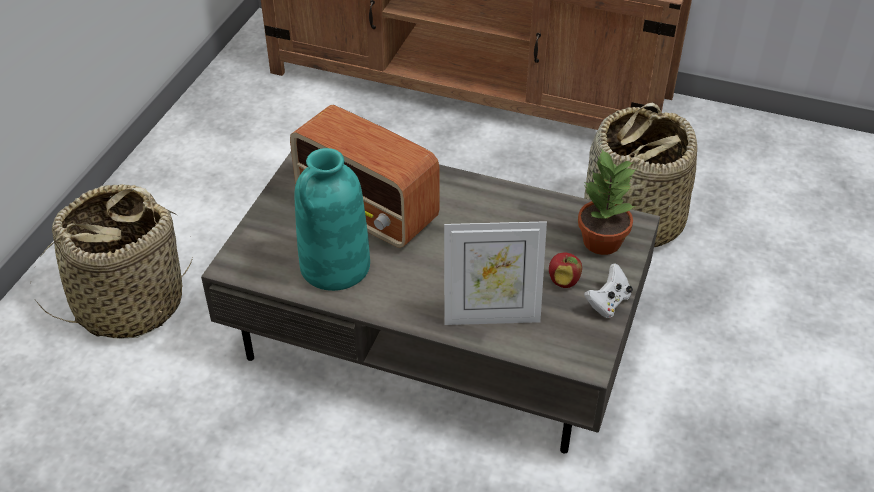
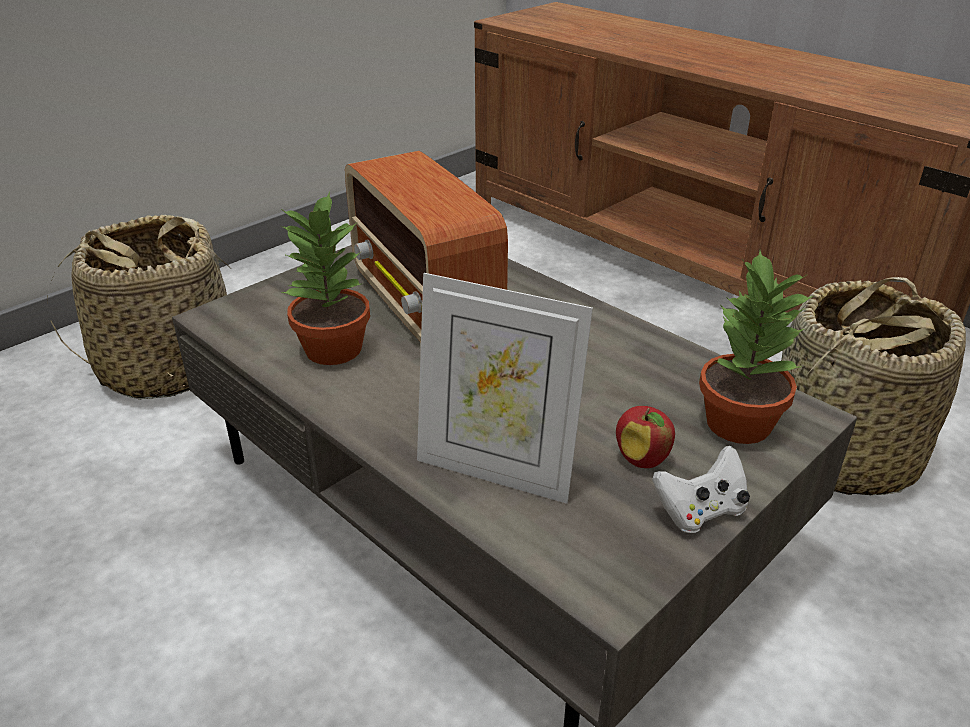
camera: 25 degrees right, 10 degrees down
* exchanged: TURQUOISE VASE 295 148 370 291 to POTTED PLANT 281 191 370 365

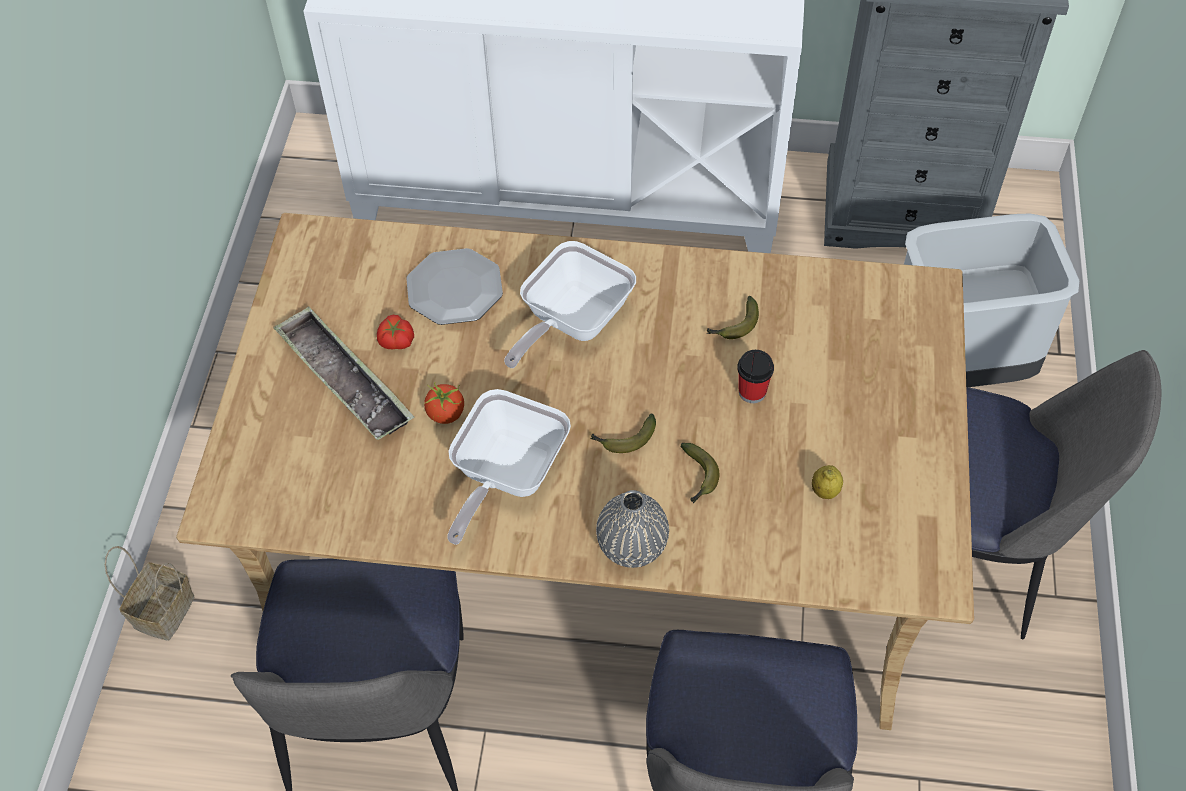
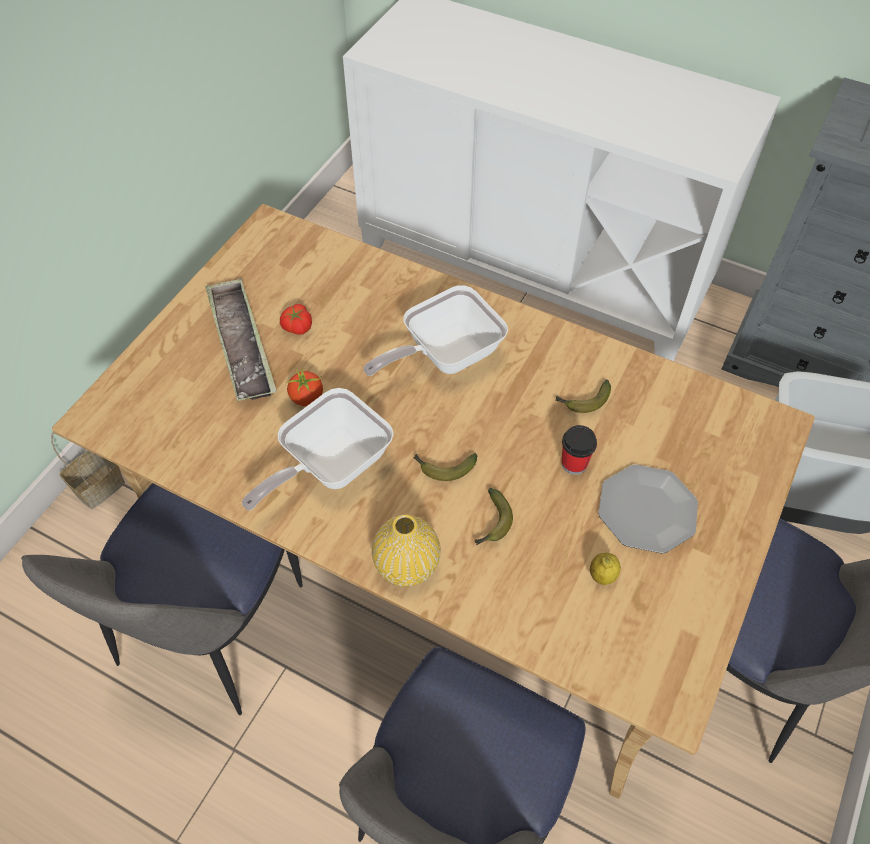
camera: 20 degrees right, 0 degrees up
* relocated: PLATE 406 248 503 325 to 598 464 698 554
* colour: GREY VASE 596 490 669 568 to YELLOW VASE 372 514 441 586

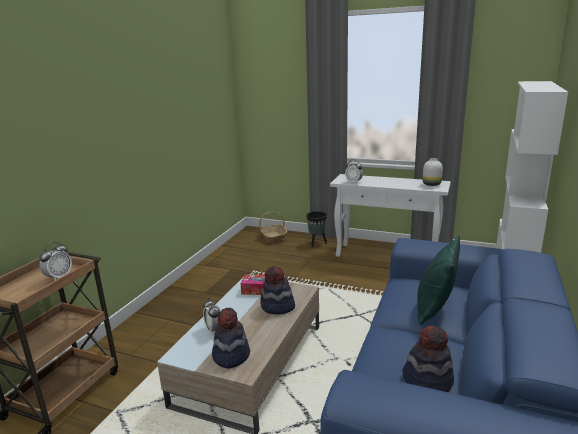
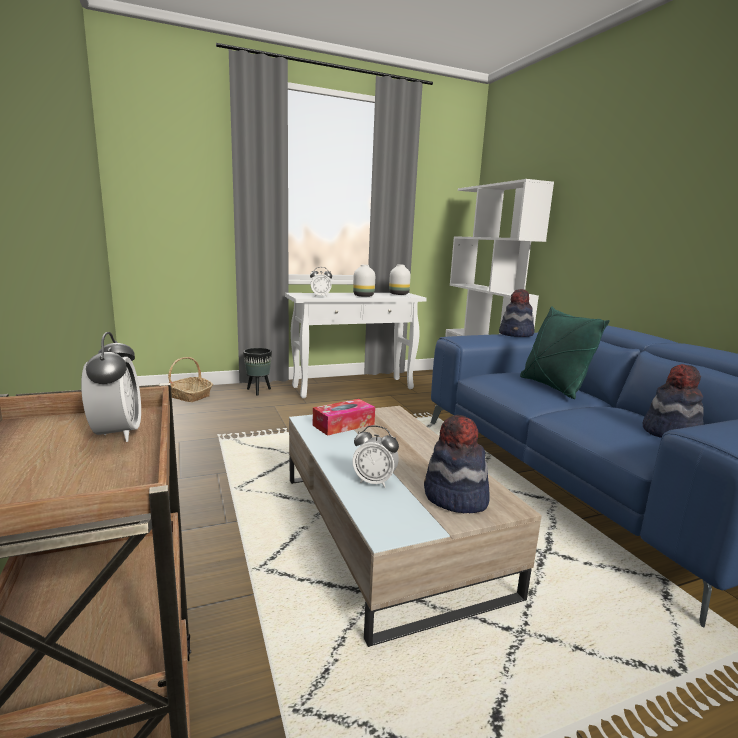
camera: 45 degrees left, 5 degrees down
* appeared: WHITE VASE 353 265 375 297
* relocated: HAT 260 266 295 314 to 499 289 534 337

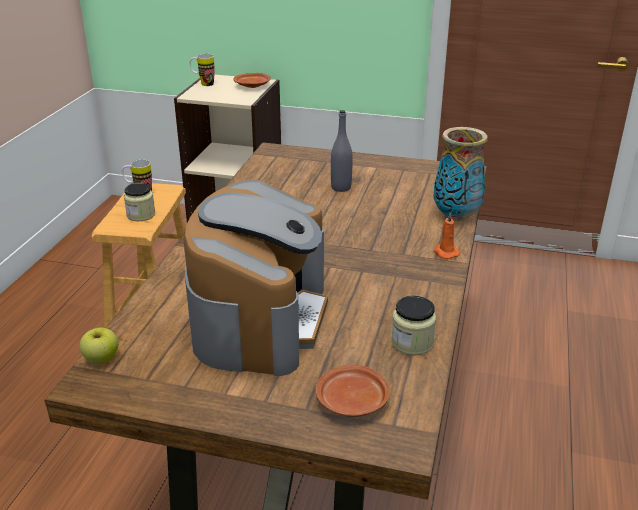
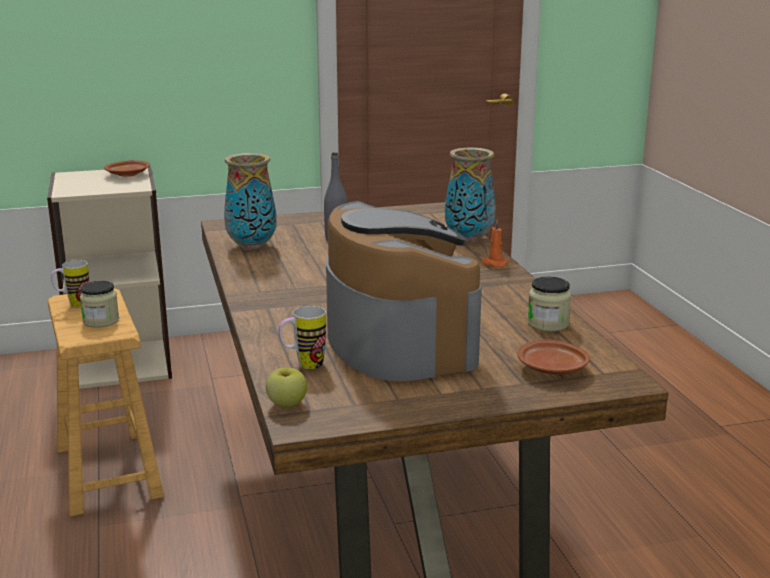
camera: 30 degrees left, 10 degrees down
* appeared: VASE 224 153 277 250
* relocated: MUG 190 54 215 86 to 278 306 326 369

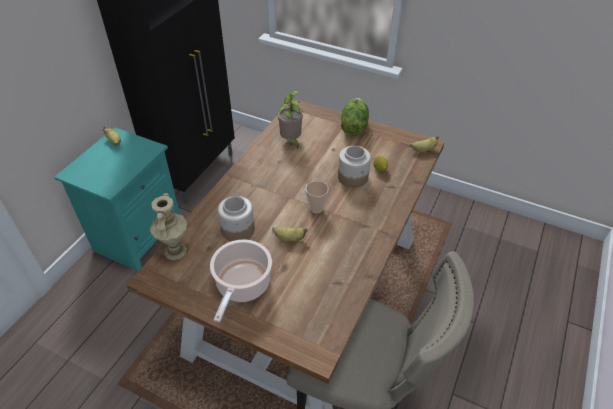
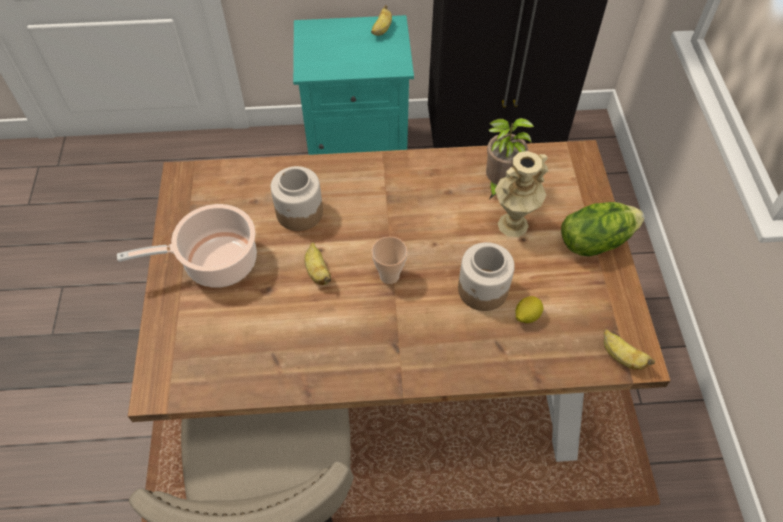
camera: 60 degrees right, 10 degrees up
* relocated: BEIGE VASE 150 193 187 260 to 495 151 548 237

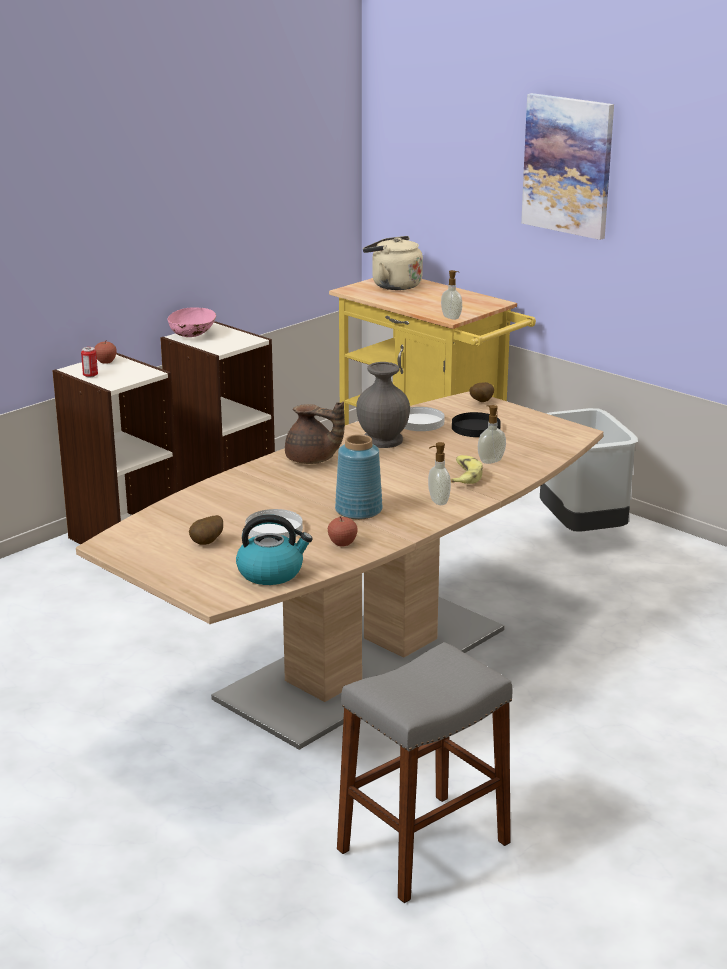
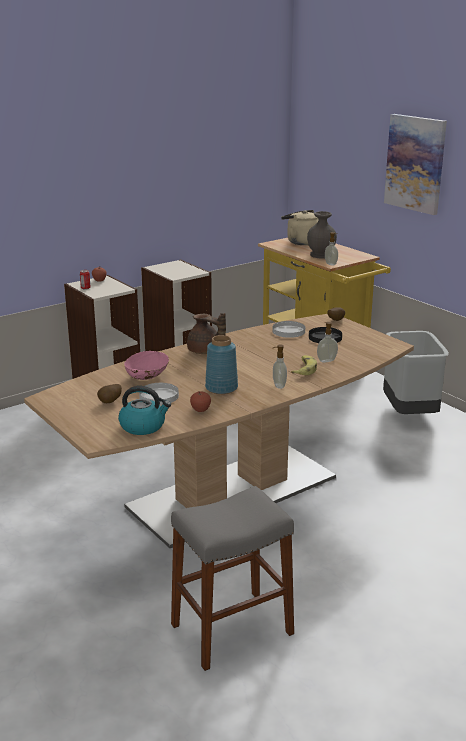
camera: 10 degrees right, 0 degrees up
* relocated: PINK BOWL 167 307 216 337 to 124 351 169 380
* relocated: GREY VASE 356 362 410 448 to 307 211 337 258

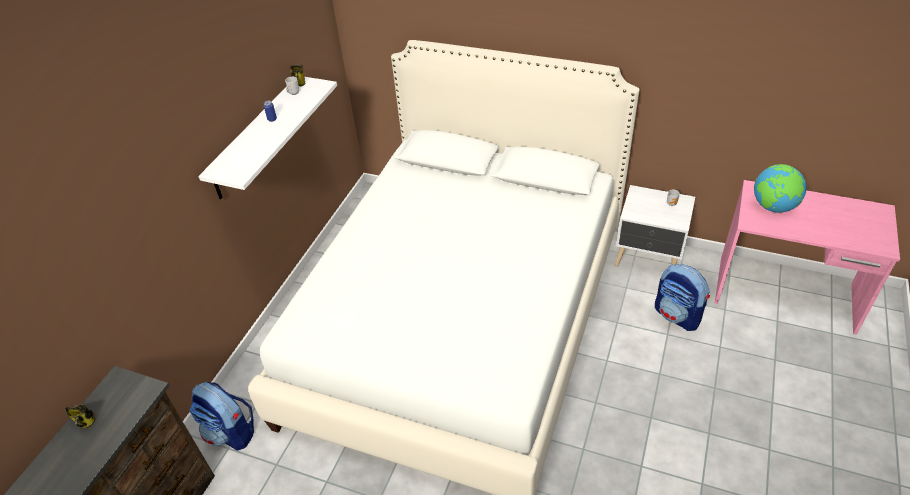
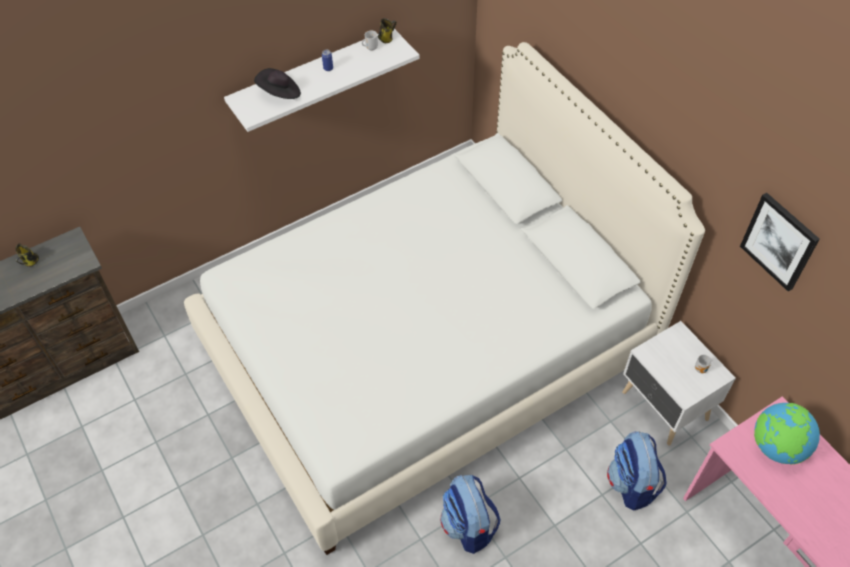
camera: 35 degrees right, 10 degrees up
* appeared: BLACK HAT 254 68 301 99
* appeared: PICTURE 740 193 820 292
* relocated: BACKPACK 190 382 254 451 to 441 475 501 554

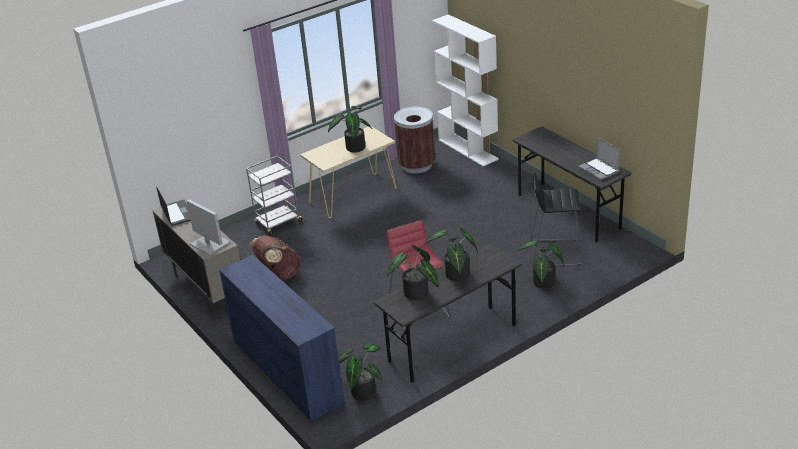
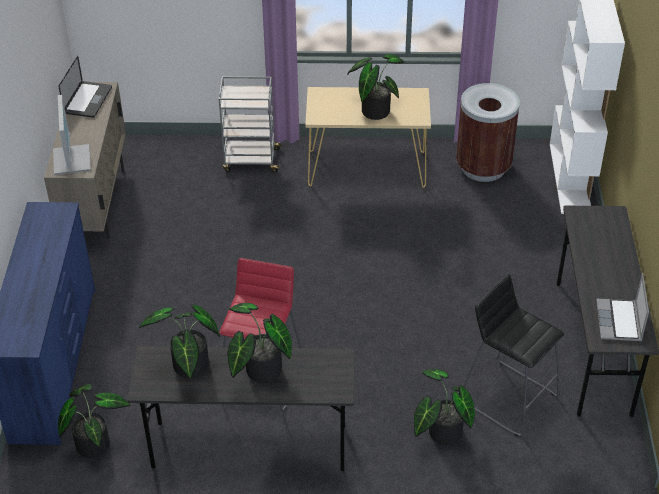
camera: 35 degrees right, 10 degrees up
* missing: BROWN BACKPACK 249 236 300 280

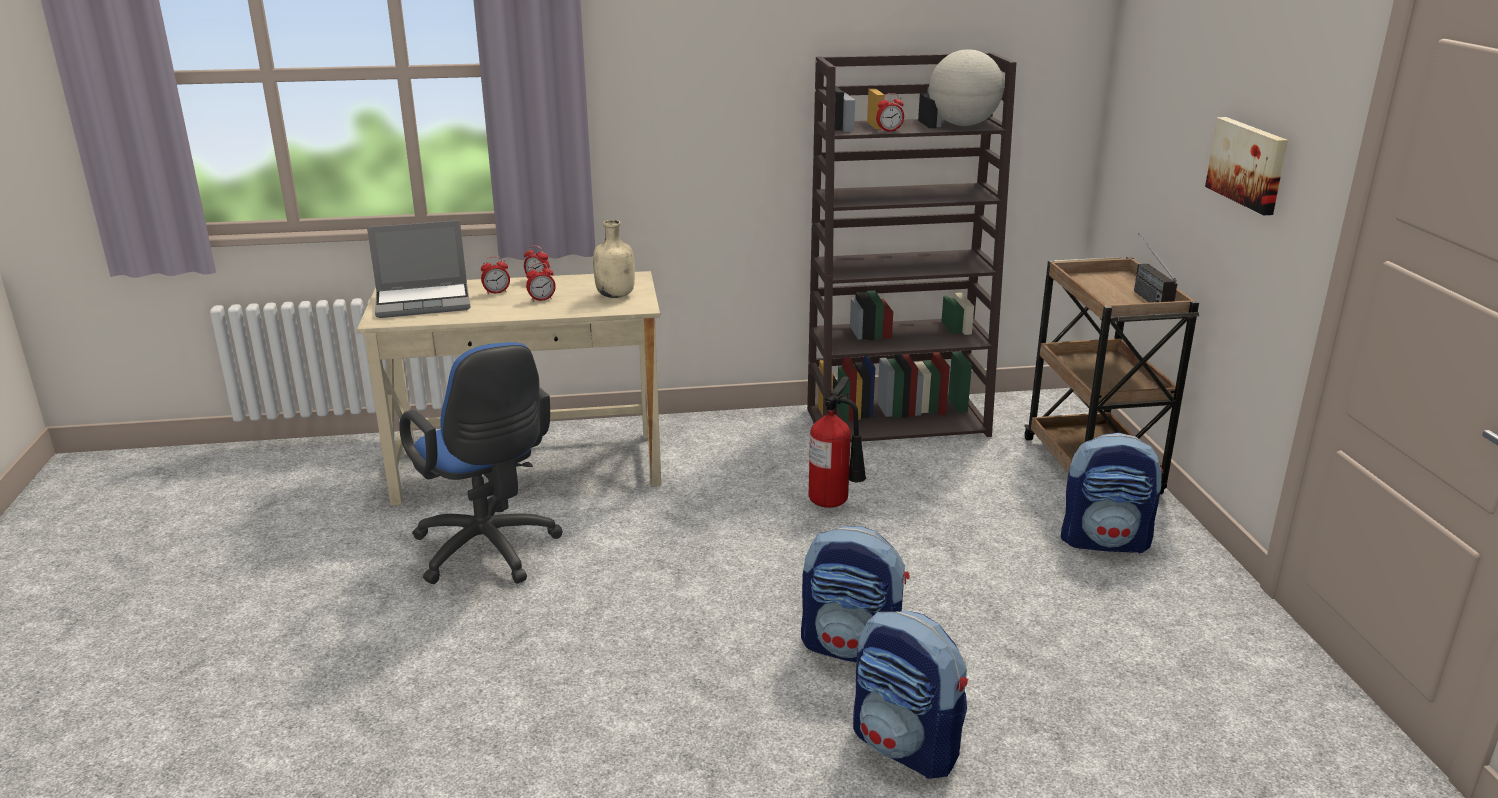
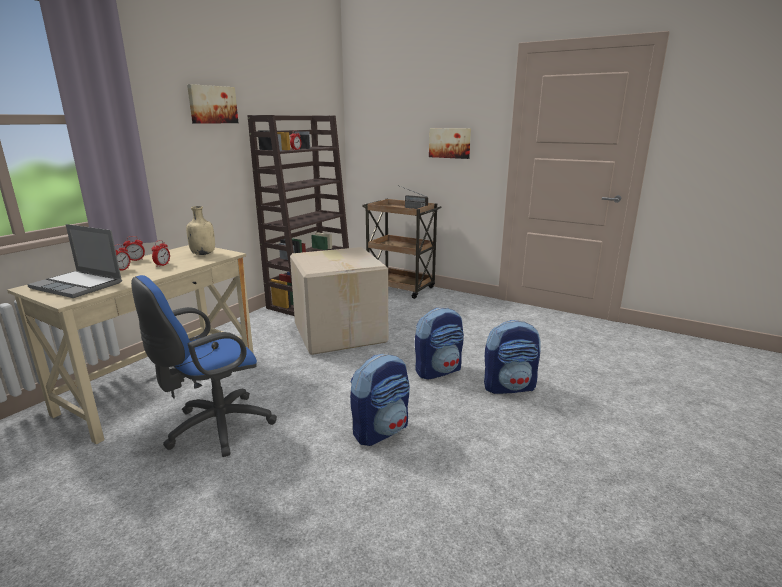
camera: 50 degrees left, 5 degrees down
* missing: GLOBE 929 49 1004 126
* appeared: PICTURE 187 84 238 124
* relocated: BACKPACK 1061 433 1164 554 to 350 353 410 446
* exchanged: FIRE EXTINGUISHER 809 376 866 508 to CARDBOARD BOX 290 247 388 355
* spun: LAPTOP 367 220 470 318 = 27 224 122 298 90 degrees clockwise
* spun: BLUE OFFICE CHAIR 399 342 563 584 = 131 275 277 457 135 degrees clockwise

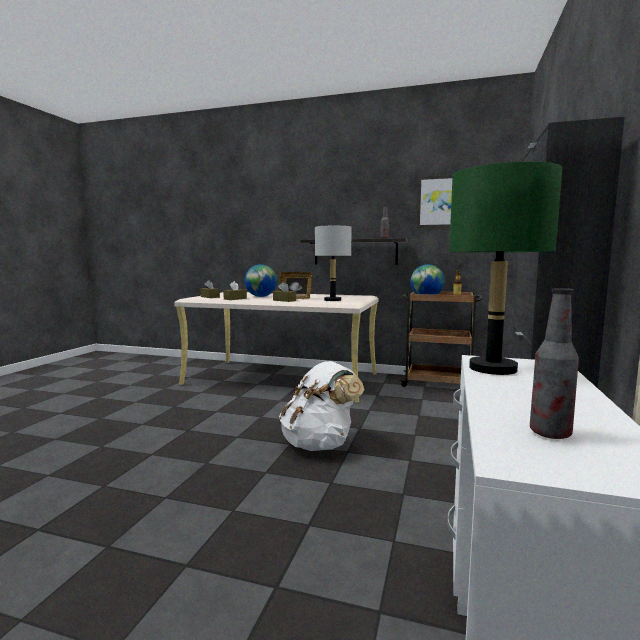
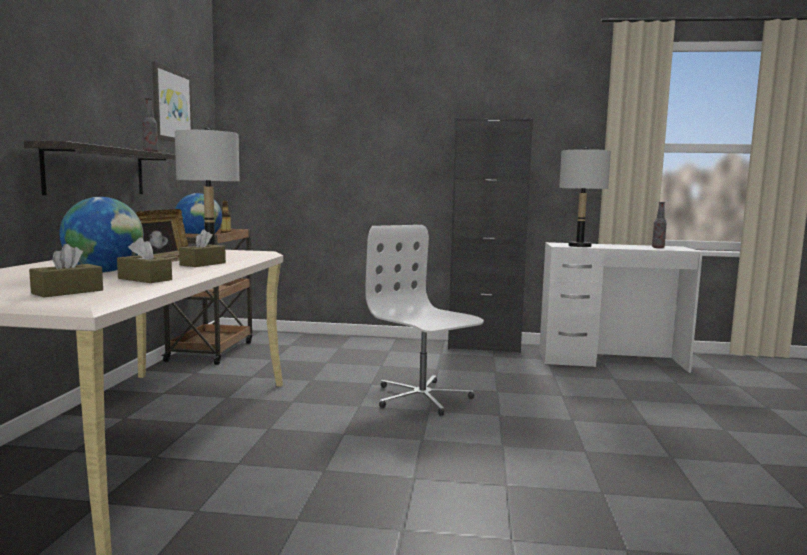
camera: 100 degrees left, 0 degrees up
* exchanged: WHITE BACKPACK 279 361 364 451 to WHITE OFFICE CHAIR 365 225 484 416
* colour: GREEN TABLE LAMP 449 162 562 375 to GREY TABLE LAMP 559 147 611 247

